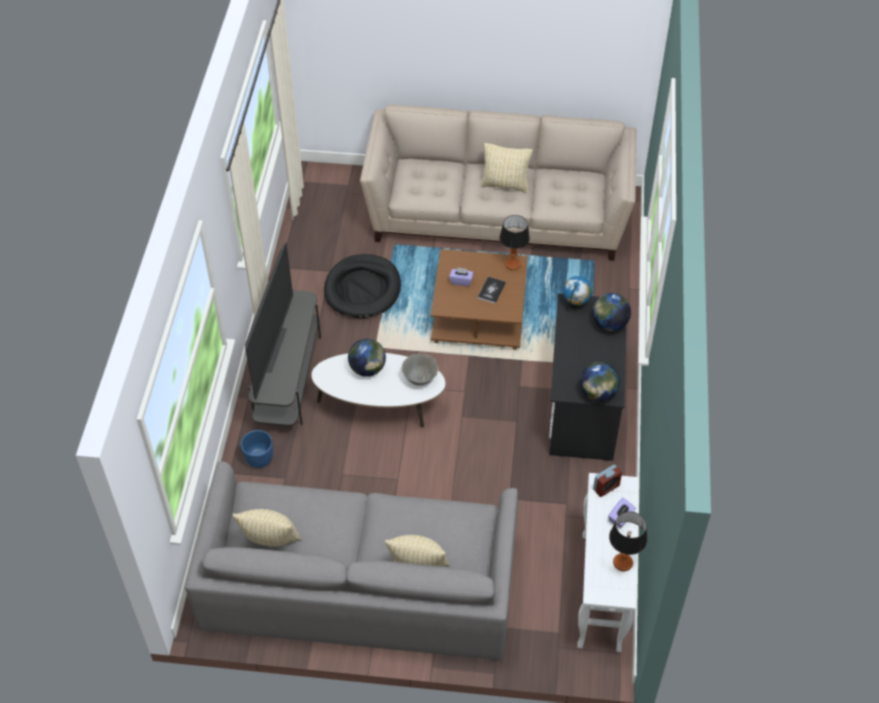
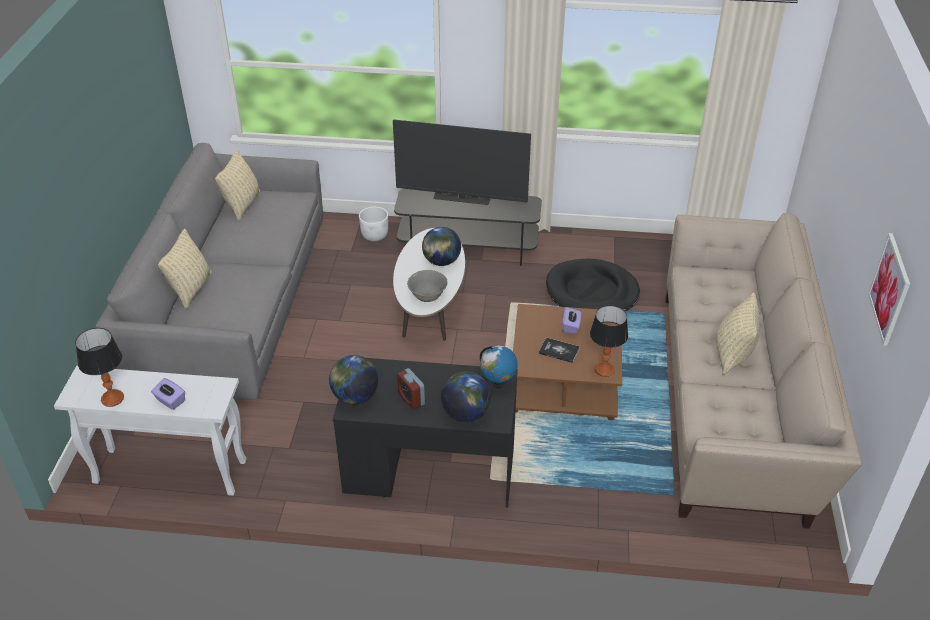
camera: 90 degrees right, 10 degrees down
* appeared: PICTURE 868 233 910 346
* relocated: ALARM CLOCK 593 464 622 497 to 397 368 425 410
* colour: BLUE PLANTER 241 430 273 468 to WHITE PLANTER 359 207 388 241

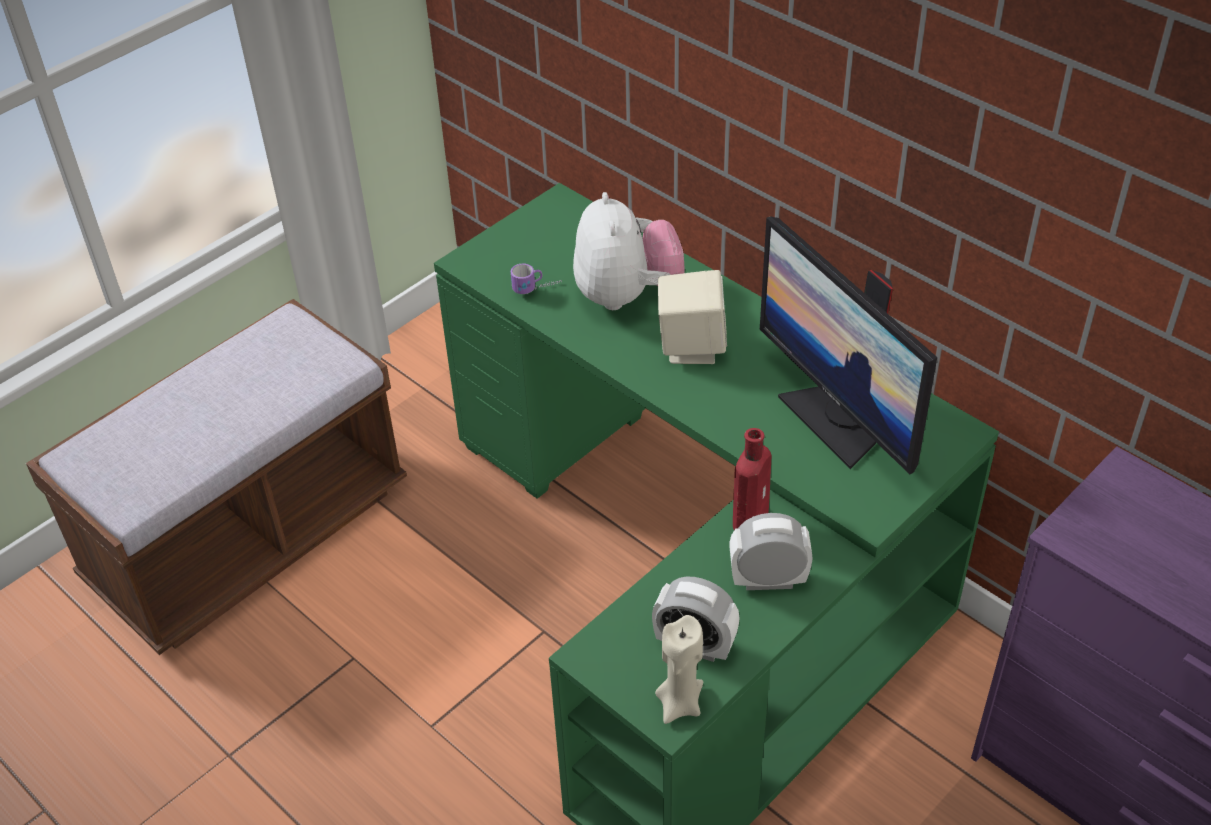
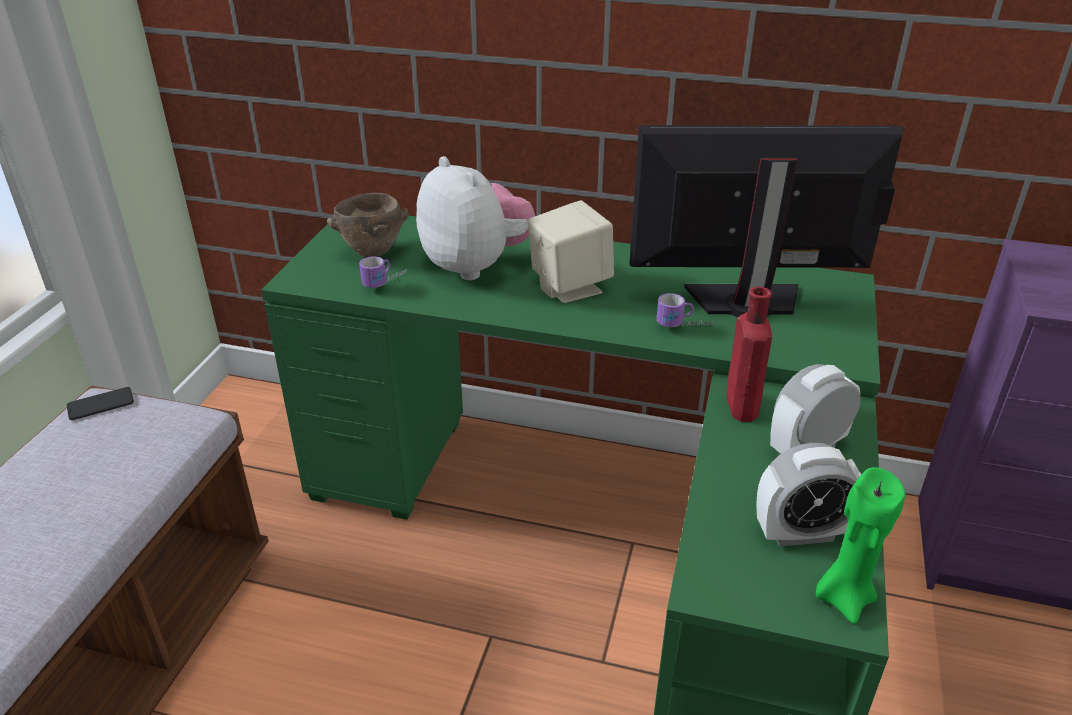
camera: 30 degrees left, 10 degrees down
* appeared: PHONE 67 387 134 420
* appeared: BROWN BOWL 327 193 409 257
* appeared: MUG 657 293 714 327
* colour: BEIGE CANDLE 655 615 703 724 to GREEN CANDLE 816 467 905 624
* spun: MONITOR 760 216 937 474 = 630 125 904 318 150 degrees clockwise

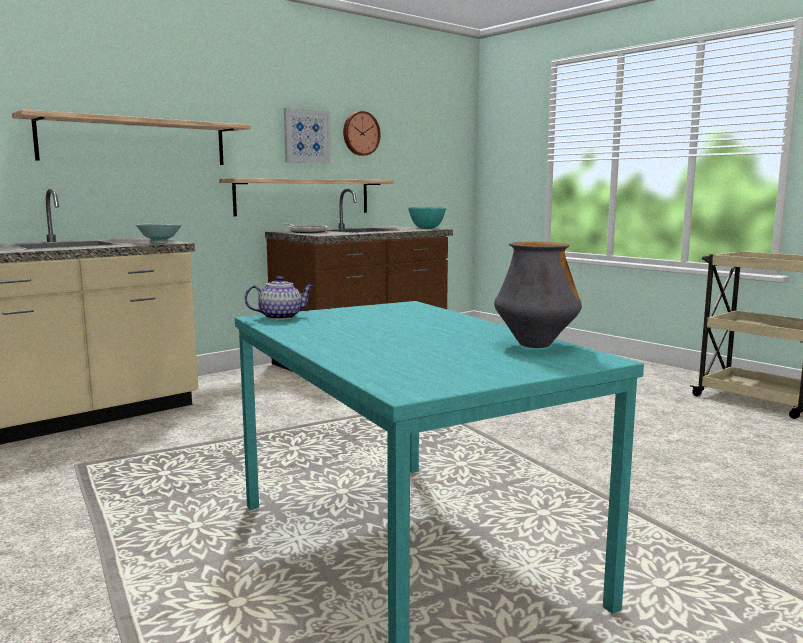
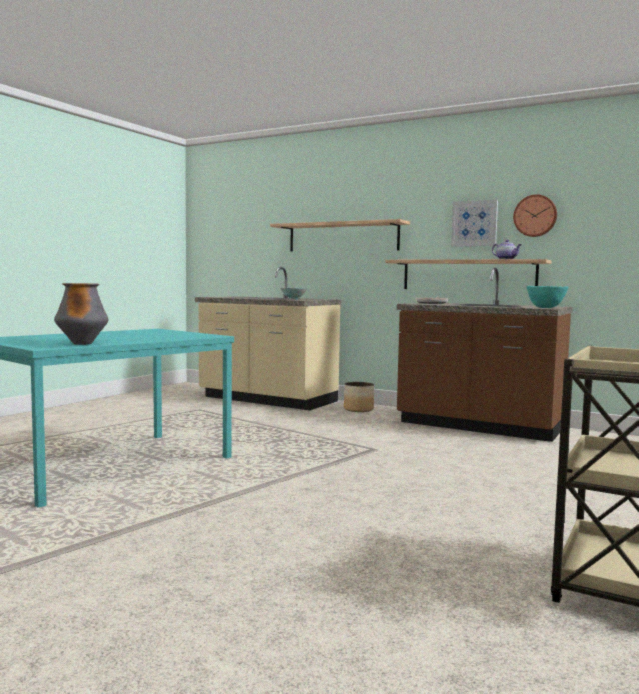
camera: 70 degrees right, 5 degrees down
* appeared: PLANTER 344 382 374 412
* relocated: TEAPOT 244 276 314 320 to 492 240 522 259

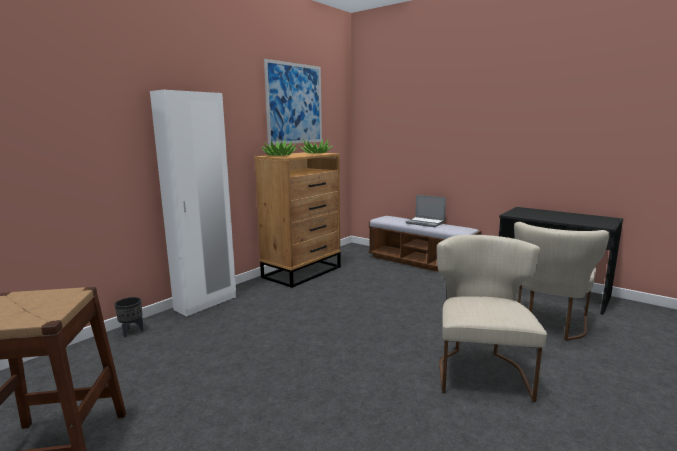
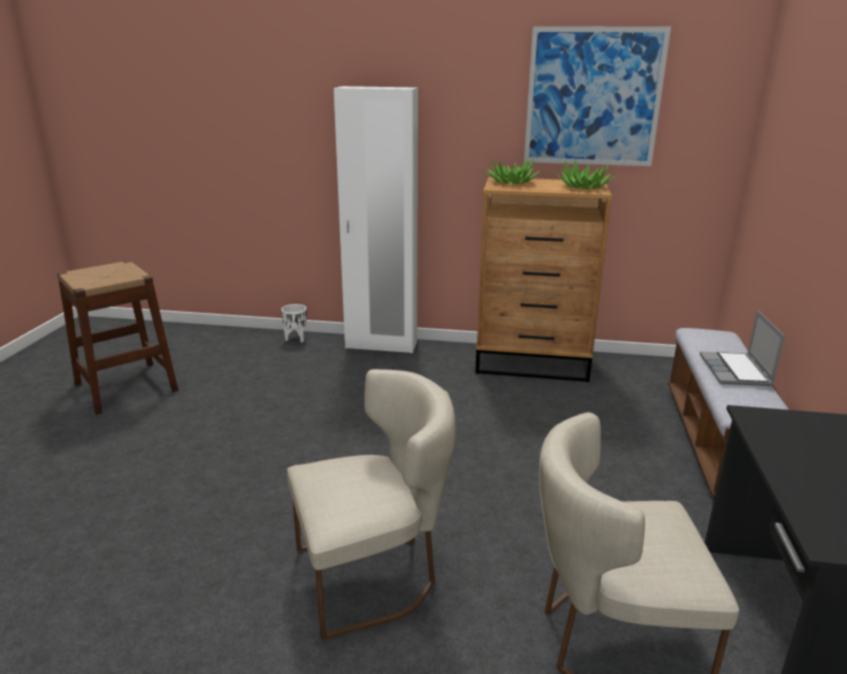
camera: 60 degrees right, 10 degrees up
* colour: BLACK PLANTER 114 297 144 337 to WHITE PLANTER 281 304 307 342

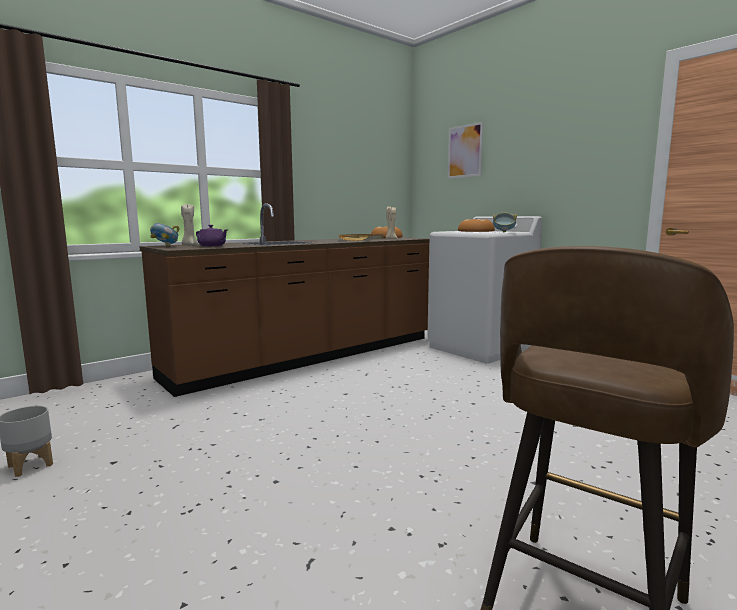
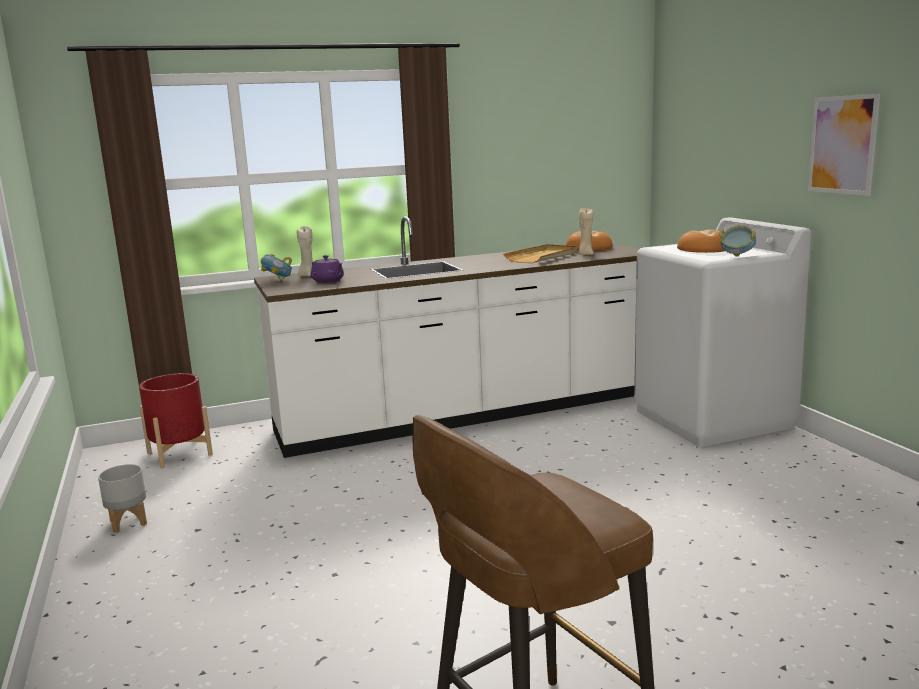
camera: 20 degrees right, 5 degrees up
* appeared: RED PLANTER 139 373 213 469
* relocated: PICTURE 448 122 484 179 to 808 94 880 196
* colour: BROWN COUNTER 139 204 429 397 to WHITE COUNTER 254 216 639 458

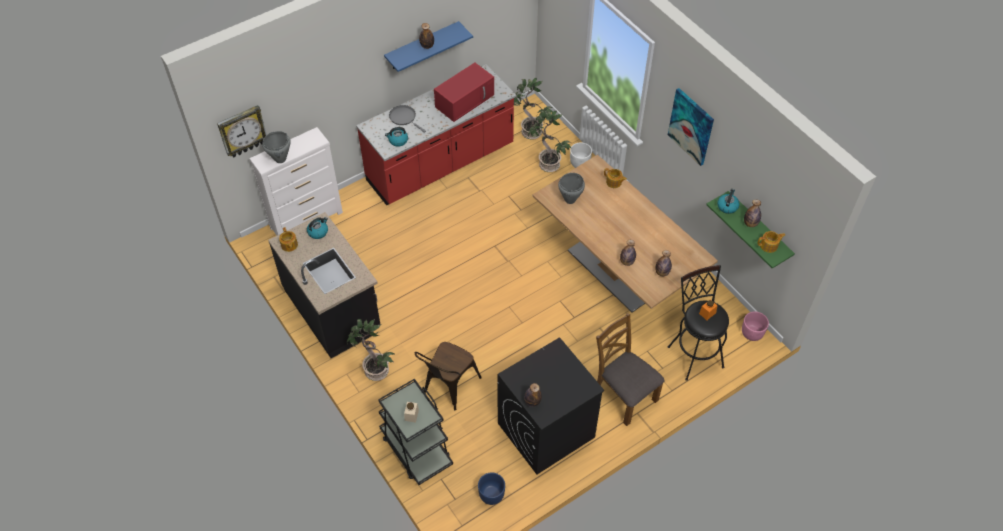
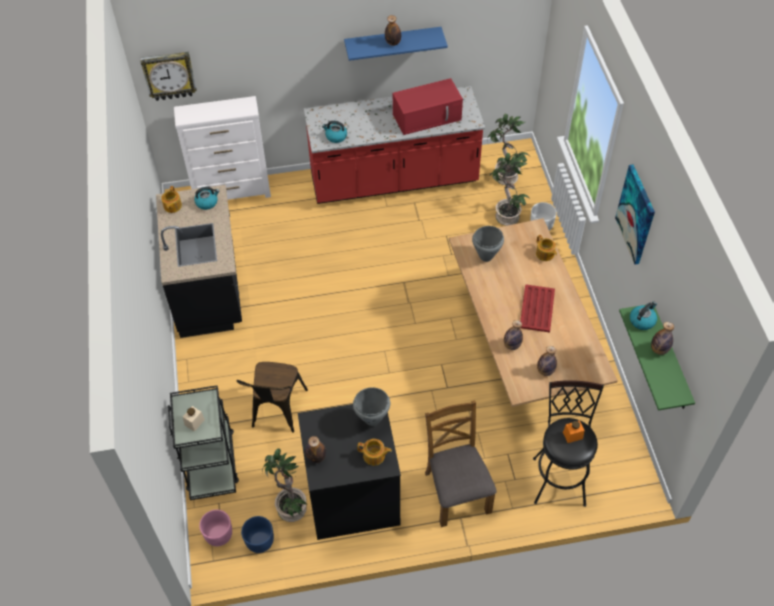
camera: 25 degrees right, 0 degrees up
* missing: GREY FRYING PAN 389 105 426 133
* appeared: RED TRAY 520 284 555 332
* relocated: GREY COOKING POT 262 131 291 163 to 353 387 390 426
* relocated: POTTED PLANT 347 319 394 381 to 262 448 308 522
* relocated: PINK PLANTER 742 312 769 341 to 199 510 232 546
* relocated: TEAPOT 758 231 786 253 to 357 439 392 466
* spun: BROWN CHAIR 415 342 482 411 = 237 362 308 433 45 degrees counterclockwise

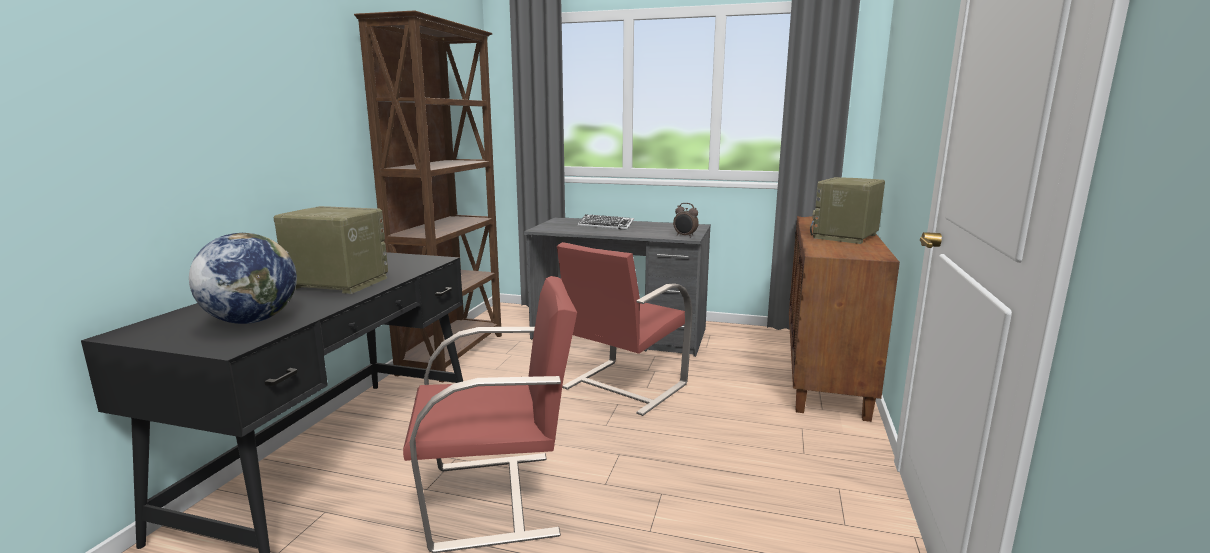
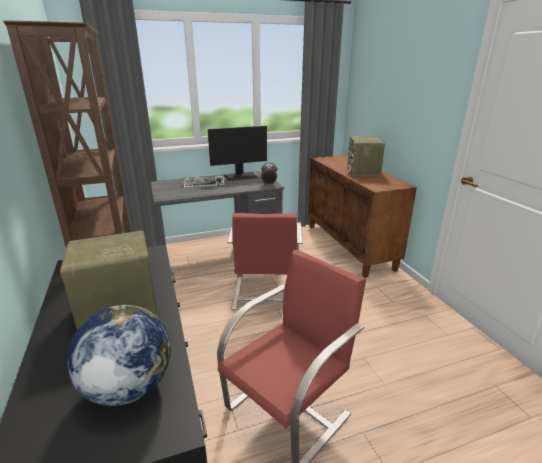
camera: 35 degrees left, 10 degrees up
* appeared: MONITOR 208 126 267 181

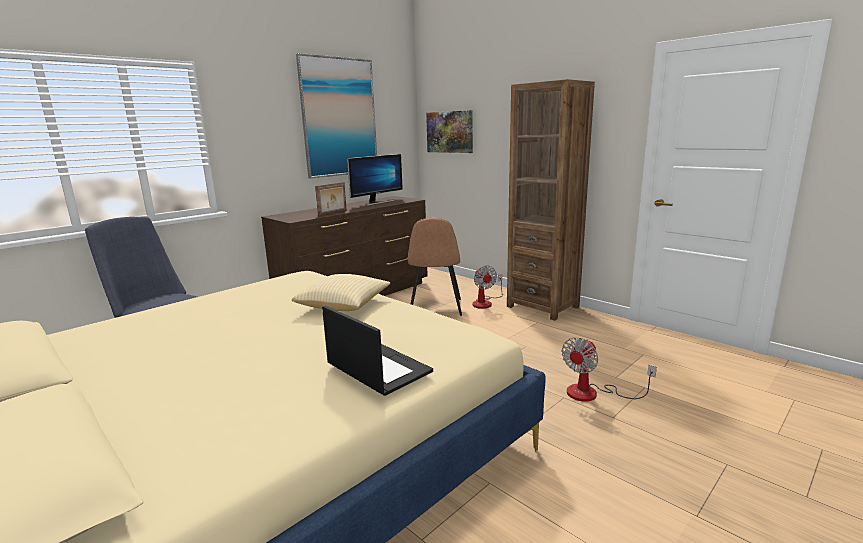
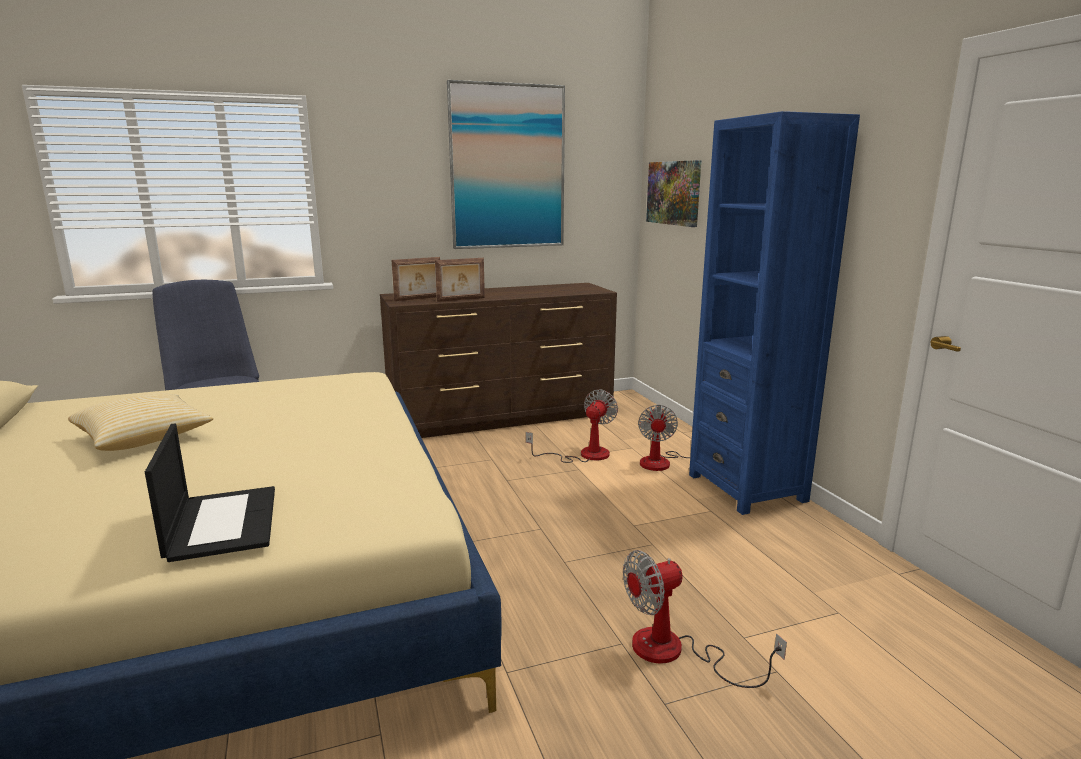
camera: 25 degrees right, 0 degrees up
* missing: MONITOR 347 154 403 206
* appeared: PICTURE FRAME 392 257 440 301
* relocated: PILLOW 292 274 390 311 to 68 393 213 451
* exchanged: BROWN CHAIR 408 218 462 316 to FAN 526 390 618 463
* colour: BROWN BOOKCASE 507 79 595 321 to BLUE BOOKCASE 689 111 860 515

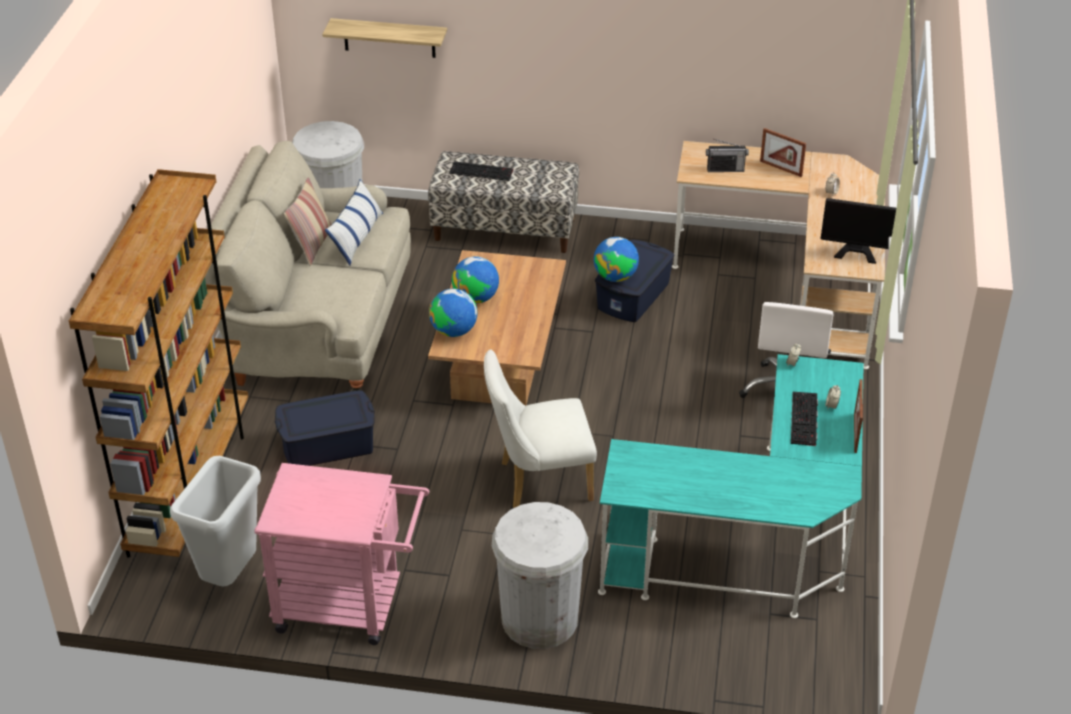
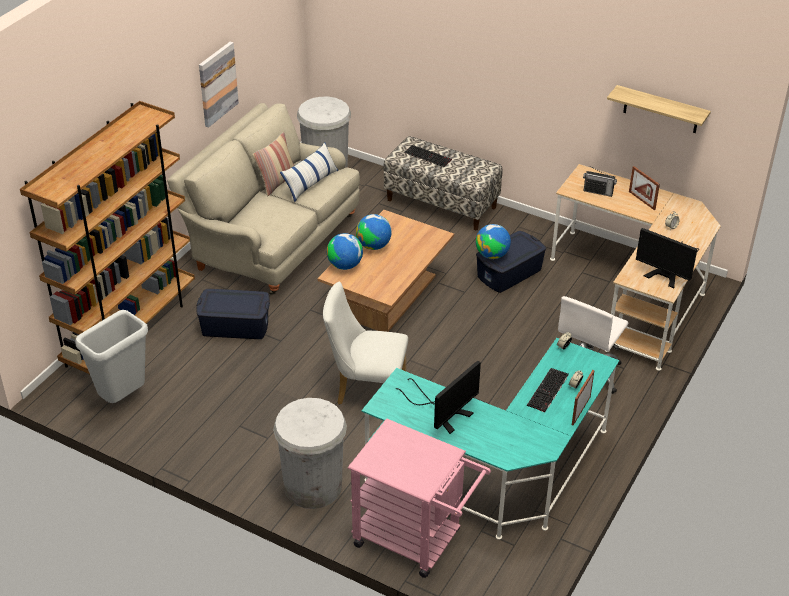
camera: 20 degrees right, 0 degrees up
* appeared: PICTURE 199 42 239 128
* appeared: MONITOR 396 361 481 434
* relocated: PINK CART 254 463 429 645 to 348 418 491 578
* relocated: SHELF 322 18 447 58 to 607 85 711 133

